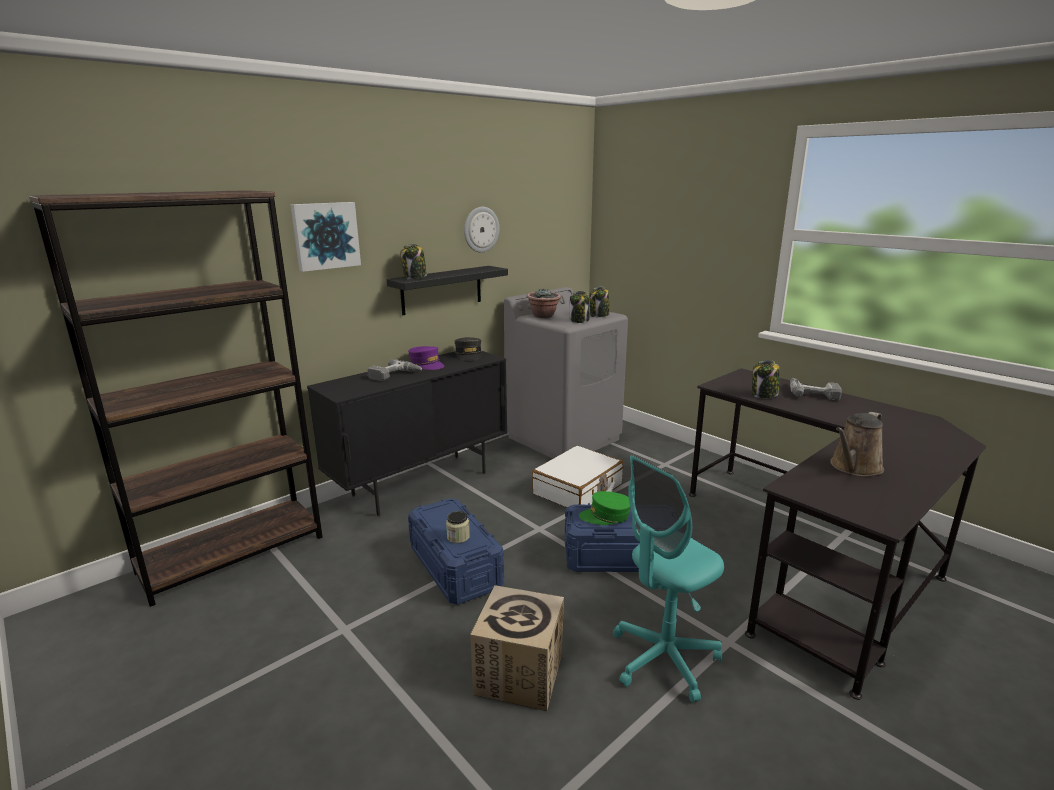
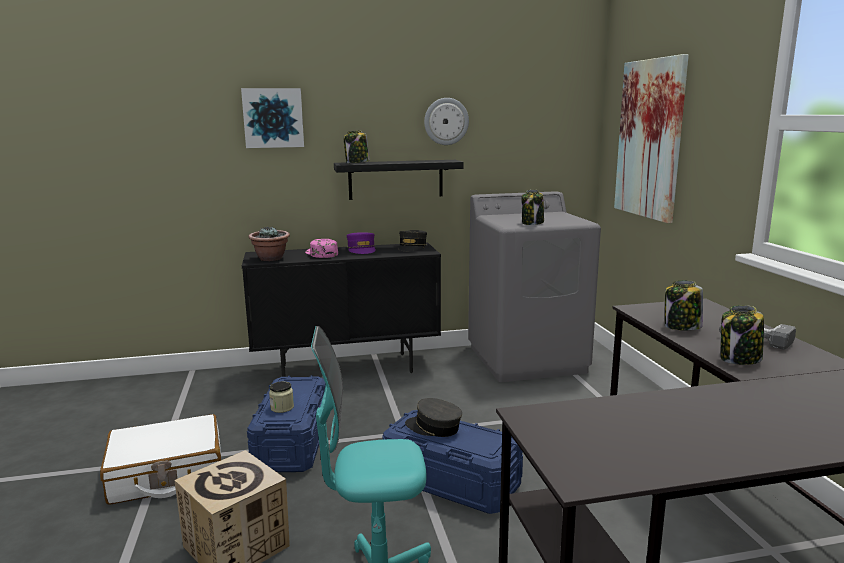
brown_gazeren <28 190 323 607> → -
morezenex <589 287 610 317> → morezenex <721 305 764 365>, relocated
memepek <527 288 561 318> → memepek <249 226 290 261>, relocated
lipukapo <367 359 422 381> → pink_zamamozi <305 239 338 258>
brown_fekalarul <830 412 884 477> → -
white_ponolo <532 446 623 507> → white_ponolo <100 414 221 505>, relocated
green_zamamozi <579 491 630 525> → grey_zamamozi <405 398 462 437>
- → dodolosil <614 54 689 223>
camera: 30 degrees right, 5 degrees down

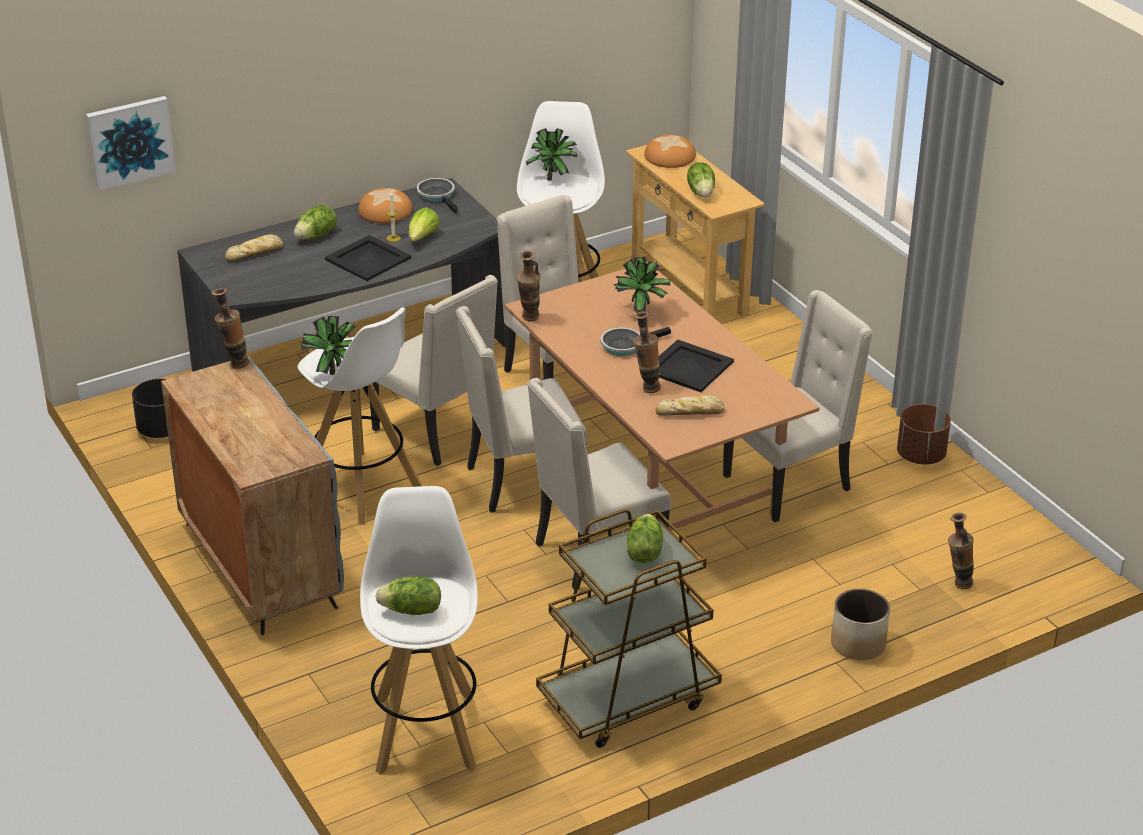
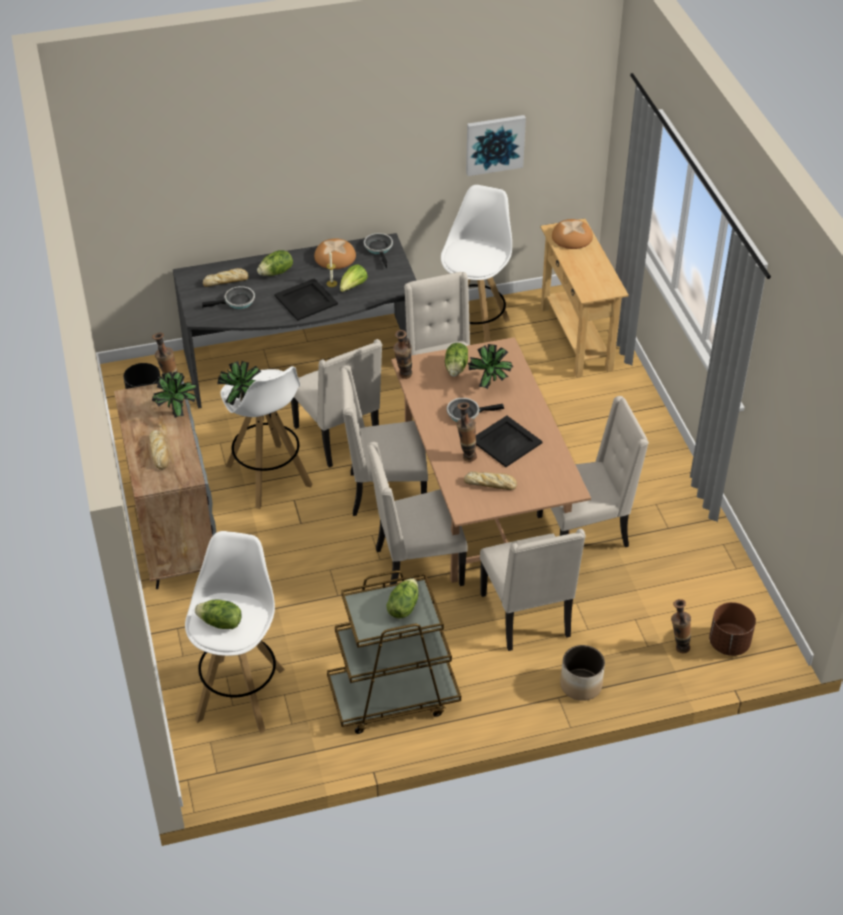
dodolosil <86 96 176 191> → dodolosil <466 115 526 176>, relocated
memepek <526 128 577 181> → memepek <152 372 197 418>, relocated
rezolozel <687 162 715 197> → rezolozel <445 343 468 377>, relocated
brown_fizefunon <897 404 951 464> → brown_fizefunon <709 602 756 656>, relocated
- → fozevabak <202 286 255 309>
- → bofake <149 430 169 470>
- → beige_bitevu <480 529 586 651>
camera: 15 degrees right, 10 degrees up

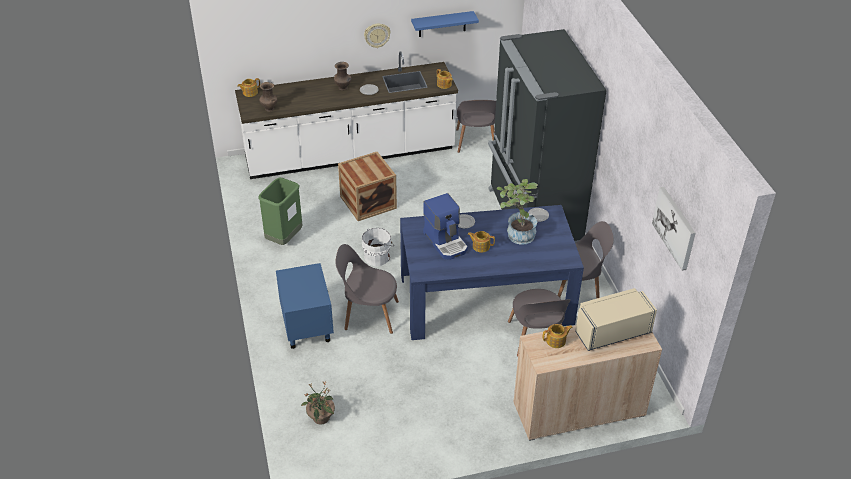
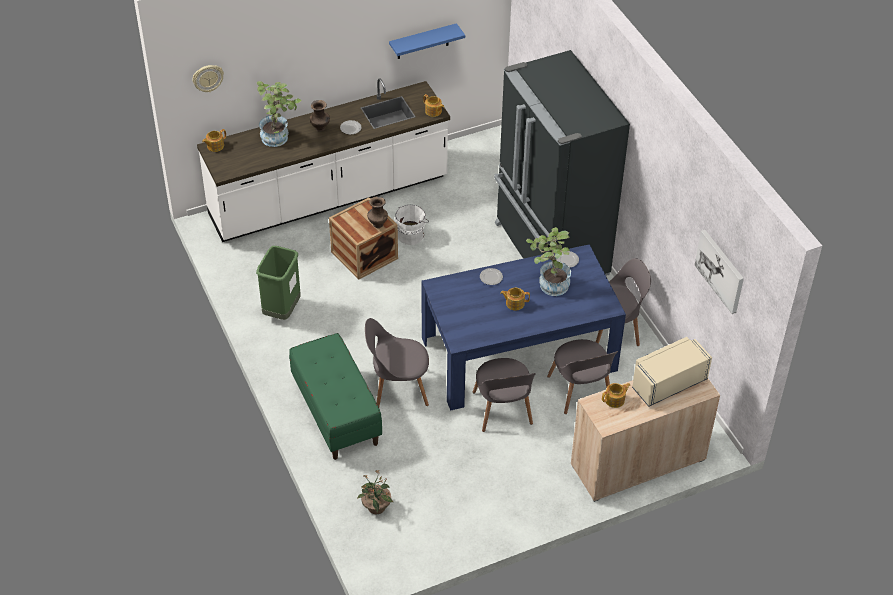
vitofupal <364 24 391 48> → vitofupal <192 65 224 92>, relocated
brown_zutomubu <259 82 277 112> → brown_zutomubu <367 197 388 228>, relocated
grey_bitevu <456 100 496 153> → grey_bitevu <473 358 536 432>, relocated
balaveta <423 193 468 260> → -
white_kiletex <362 228 394 266> → white_kiletex <395 204 429 245>, relocated
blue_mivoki <276 263 334 349> → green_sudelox <289 333 382 460>
- → memepek <257 81 302 147>
camera: 10 degrees left, 5 degrees up

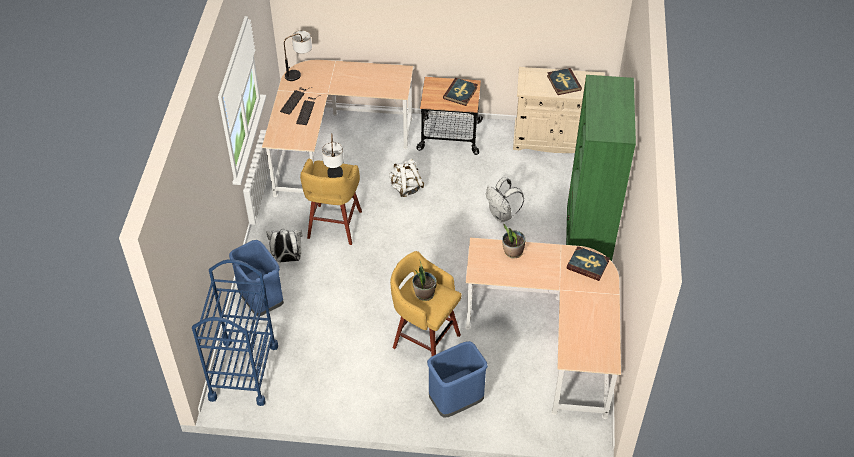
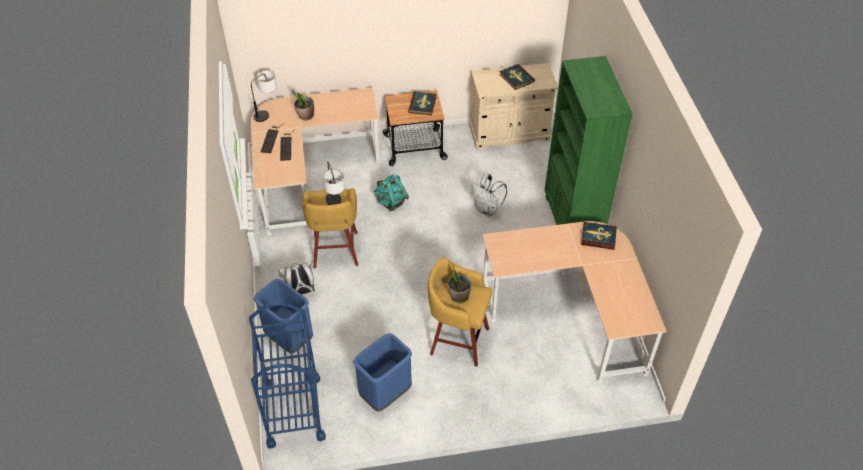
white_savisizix <389 159 424 197> → turquoise_savisizix <374 174 409 211>
memepek <502 224 525 259> → memepek <292 90 314 120>, relocated
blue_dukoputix <427 341 488 418> → blue_dukoputix <353 333 412 412>, relocated
camera: 15 degrees left, 0 degrees up

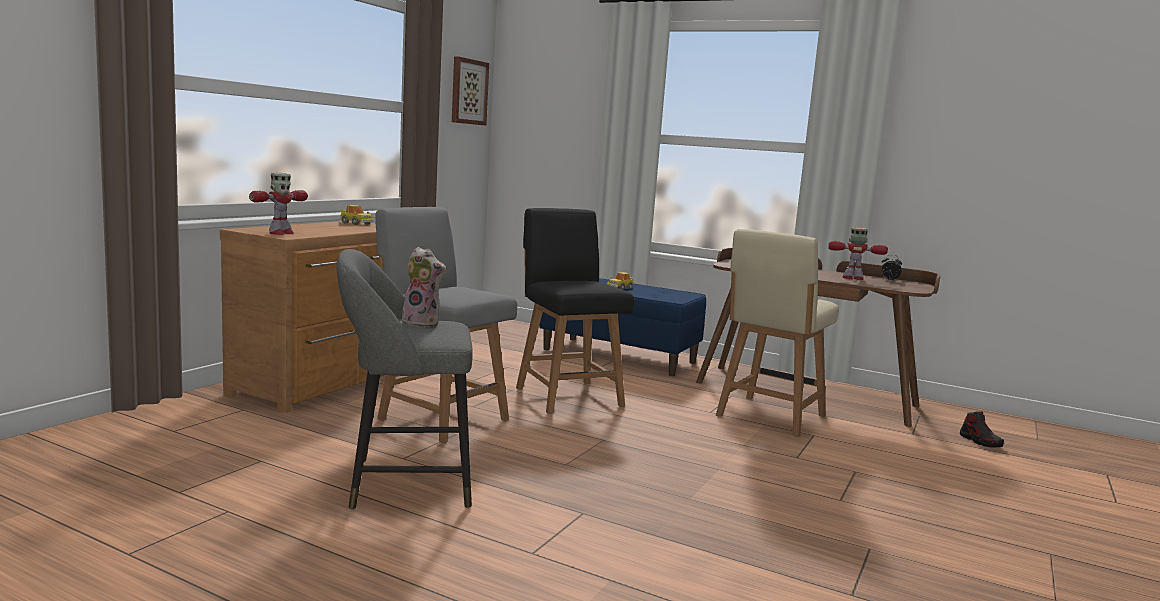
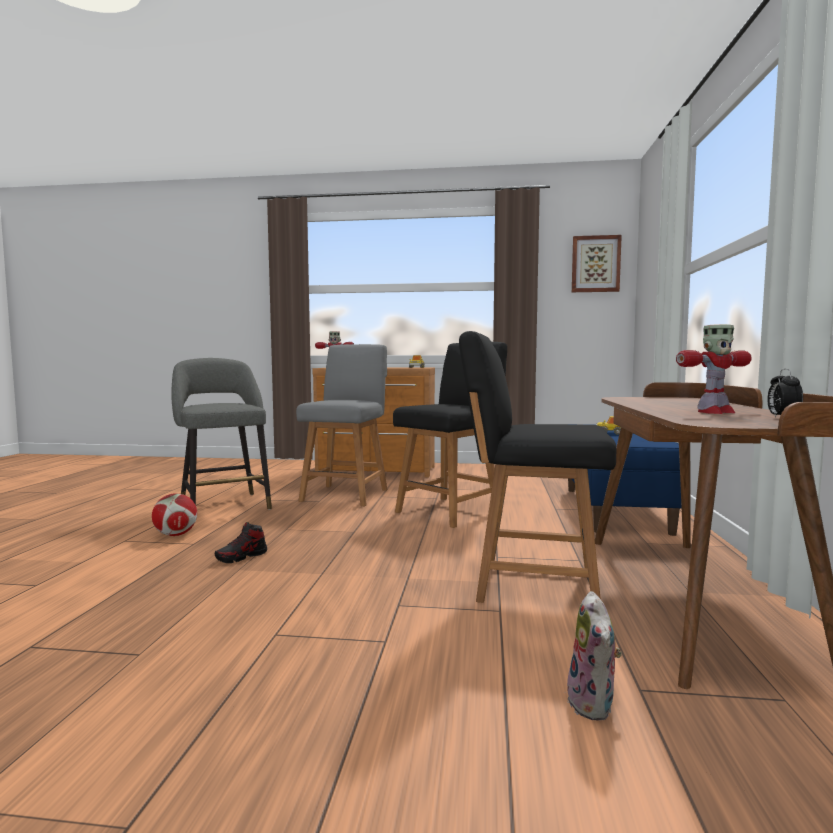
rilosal <828 227 888 280> → rilosal <676 324 752 414>, 75 degrees clockwise
beige_bitevu <716 229 839 437> → black_bitevu <459 331 616 603>
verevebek <402 247 446 327> → verevebek <567 591 622 721>, relocated
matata <960 411 1004 448> → matata <215 522 267 563>, relocated
- → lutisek <152 493 197 536>
camera: 70 degrees right, 5 degrees down

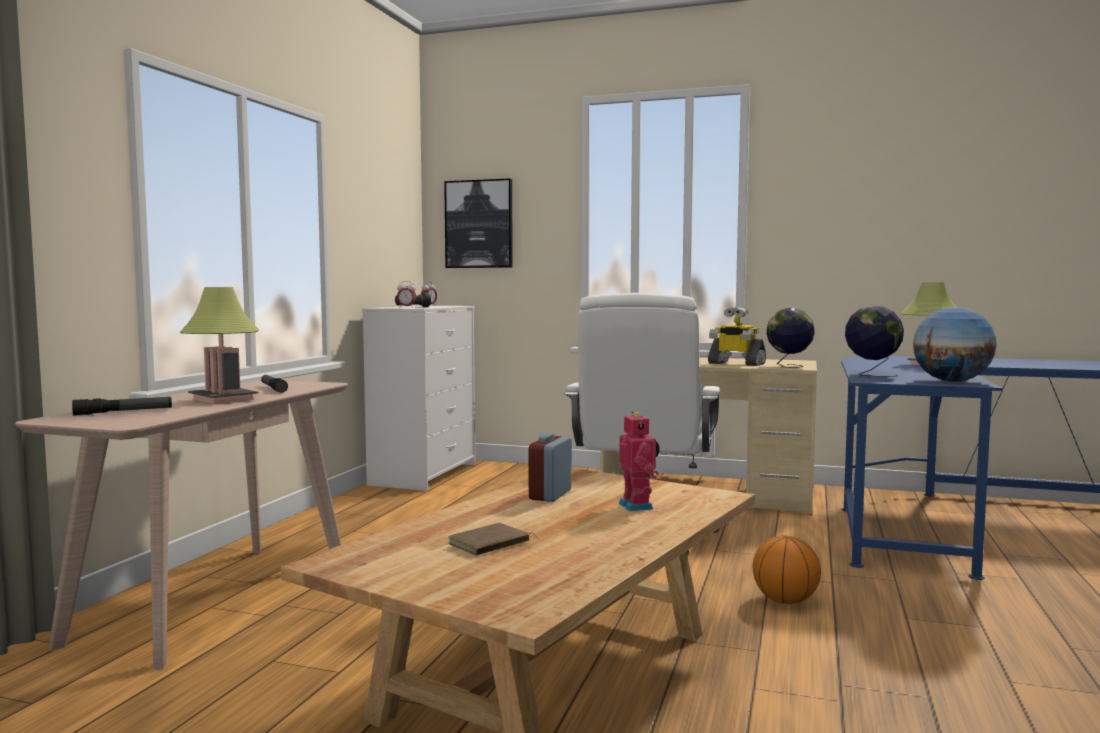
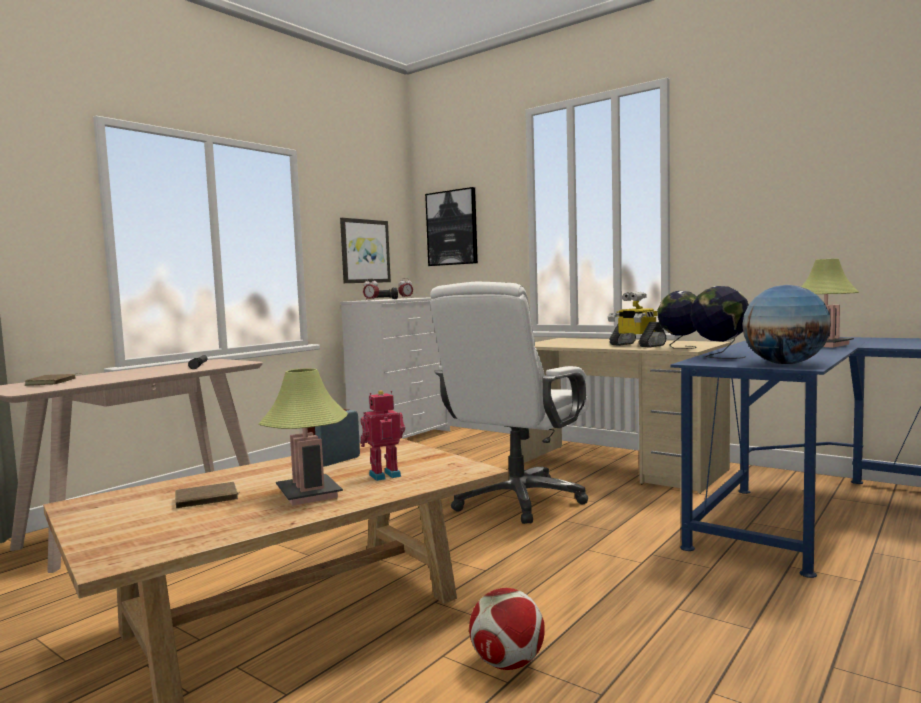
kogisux <180 287 259 404> → kogisux <259 368 348 506>, relocated
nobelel <72 397 172 416> → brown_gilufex <25 373 84 386>
rilosal <619 412 660 511> → rilosal <360 391 405 481>, 120 degrees counterclockwise
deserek <753 535 821 604> → -
- → dodolosil <340 218 391 283>
- → lutisek <469 588 545 670>
camera: 20 degrees right, 0 degrees up

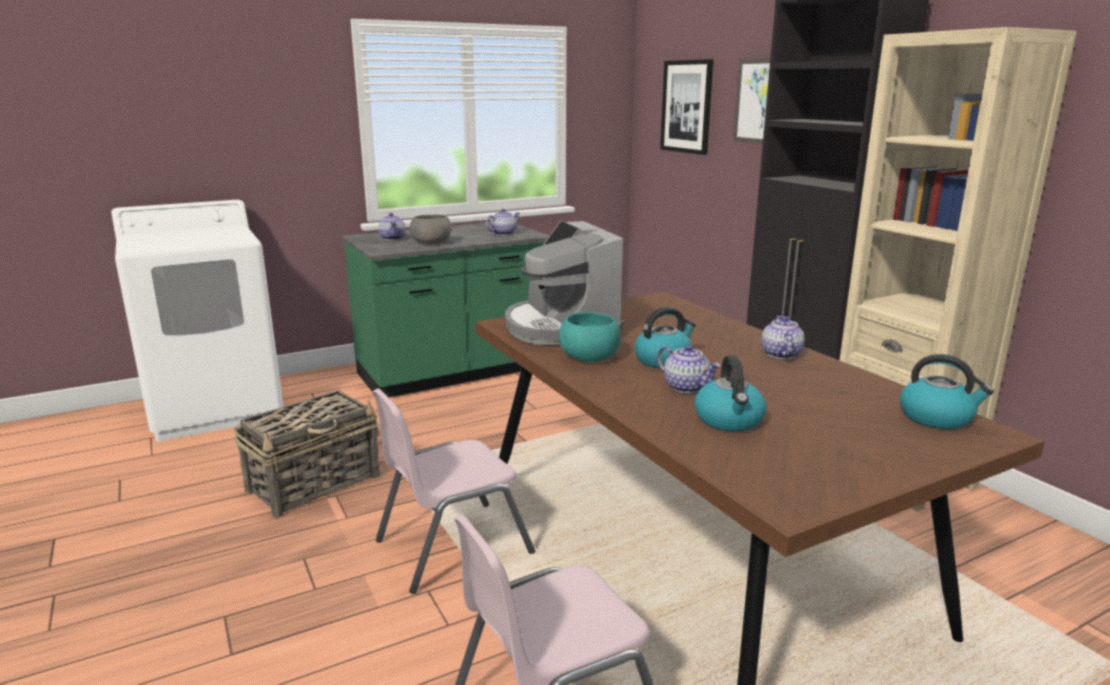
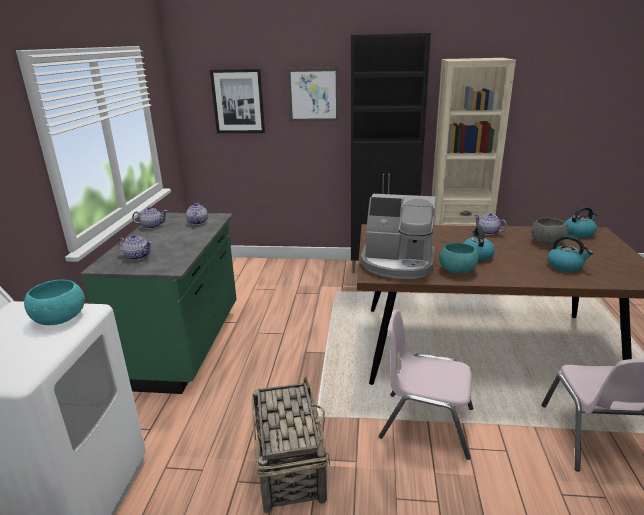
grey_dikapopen <410 214 452 244> → grey_dikapopen <531 218 568 245>, relocated
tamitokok <657 345 721 393> → tamitokok <132 207 168 229>, relocated
pink_bitevu <372 388 535 594> → pink_bitevu <379 309 473 460>, 105 degrees clockwise
- → turquoise_dikapopen <24 280 85 325>
camera: 55 degrees left, 5 degrees up

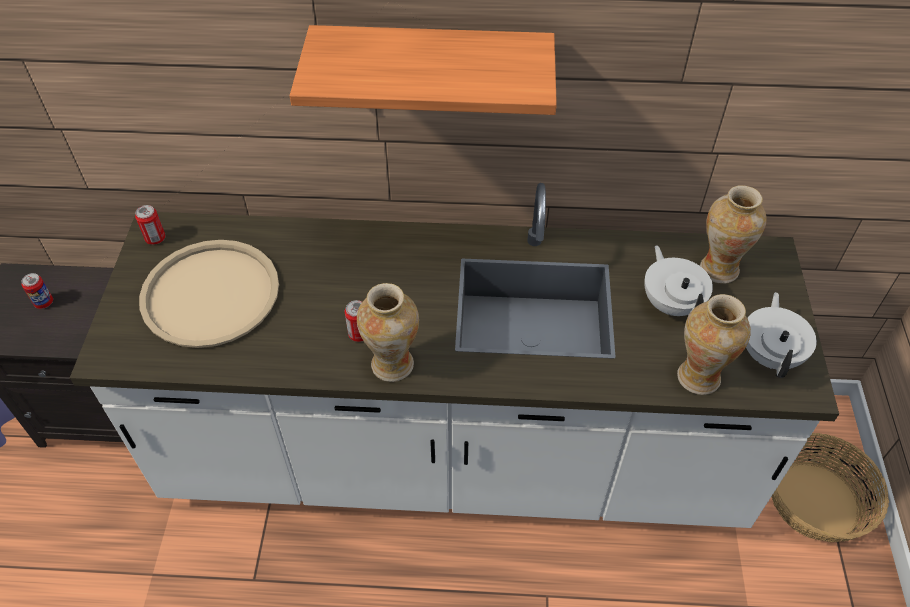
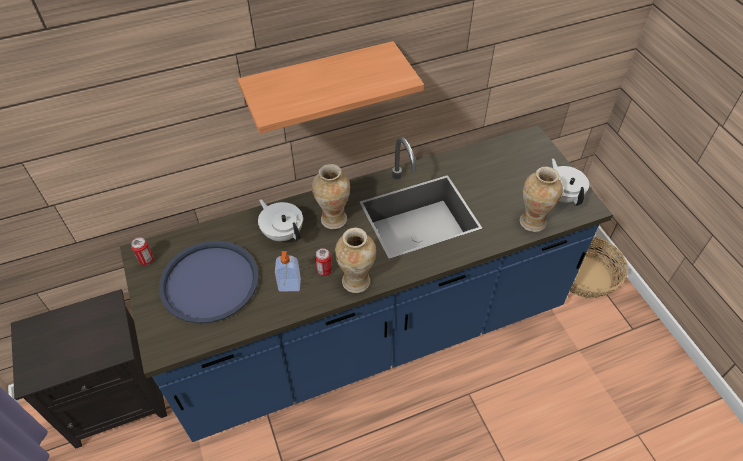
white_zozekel <70 183 839 528> → blue_zozekel <120 125 613 442>
zutomubu <700 185 767 284> → zutomubu <312 164 350 229>, relocated
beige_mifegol <139 240 279 348> → blue_mifegol <159 241 259 324>
white_tamitokok <644 245 713 316> → white_tamitokok <258 199 303 241>, relocated
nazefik <22 273 53 309> → -
- → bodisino <275 251 301 291>
camera: 25 degrees left, 0 degrees up

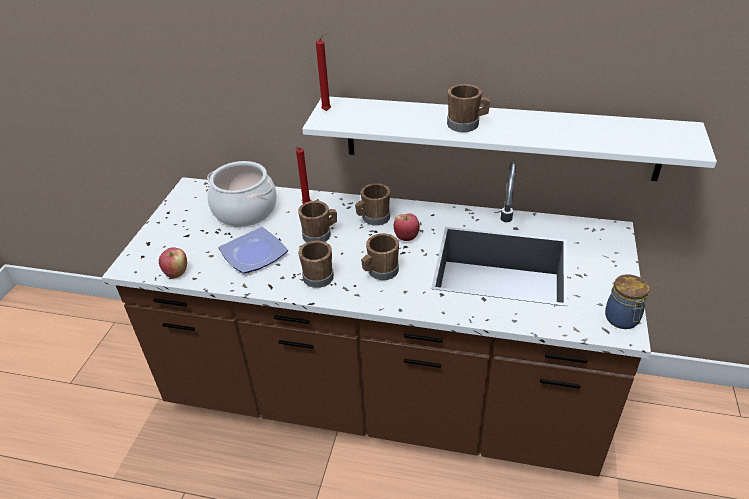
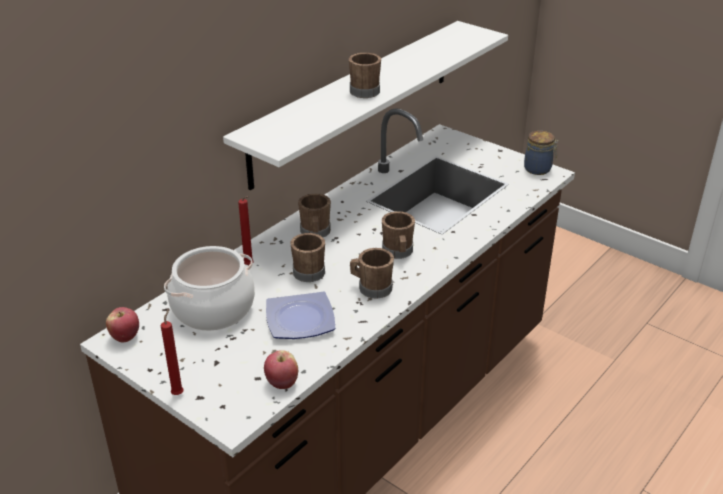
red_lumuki <316 32 331 111> → red_lumuki <161 309 184 395>, relocated
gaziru <394 213 420 241> → gaziru <106 307 139 342>, relocated
camera: 65 degrees left, 5 degrees down

